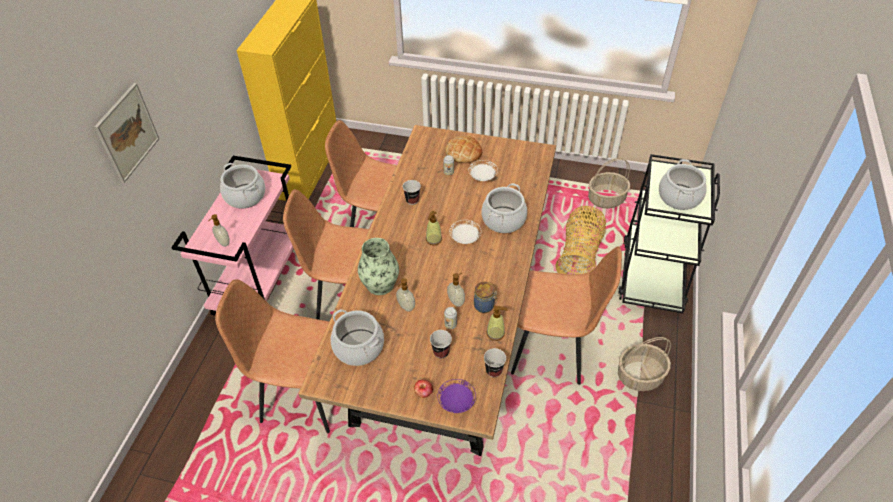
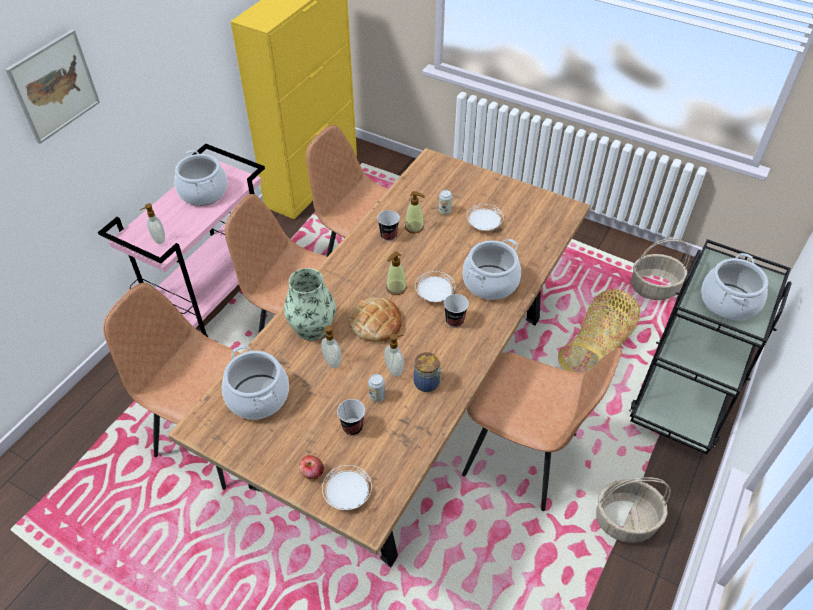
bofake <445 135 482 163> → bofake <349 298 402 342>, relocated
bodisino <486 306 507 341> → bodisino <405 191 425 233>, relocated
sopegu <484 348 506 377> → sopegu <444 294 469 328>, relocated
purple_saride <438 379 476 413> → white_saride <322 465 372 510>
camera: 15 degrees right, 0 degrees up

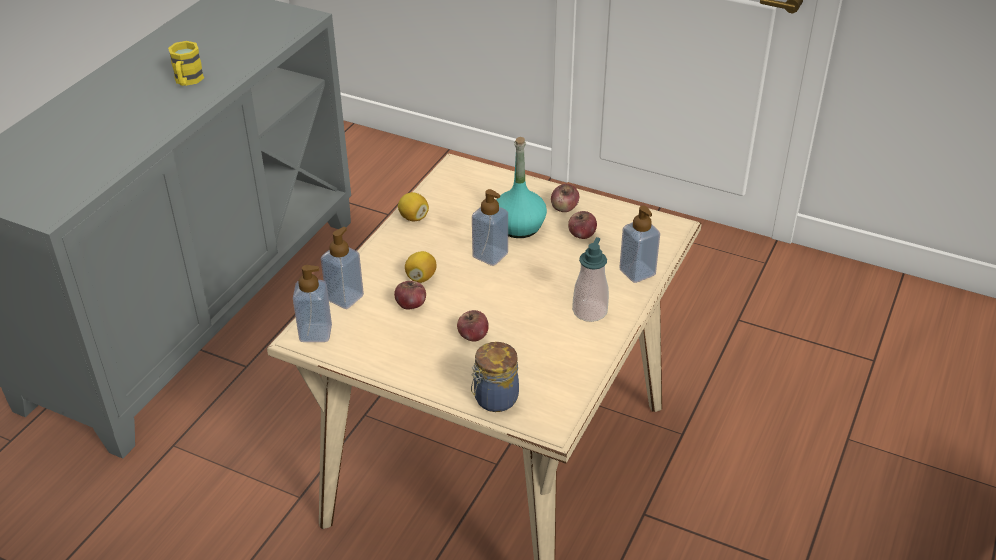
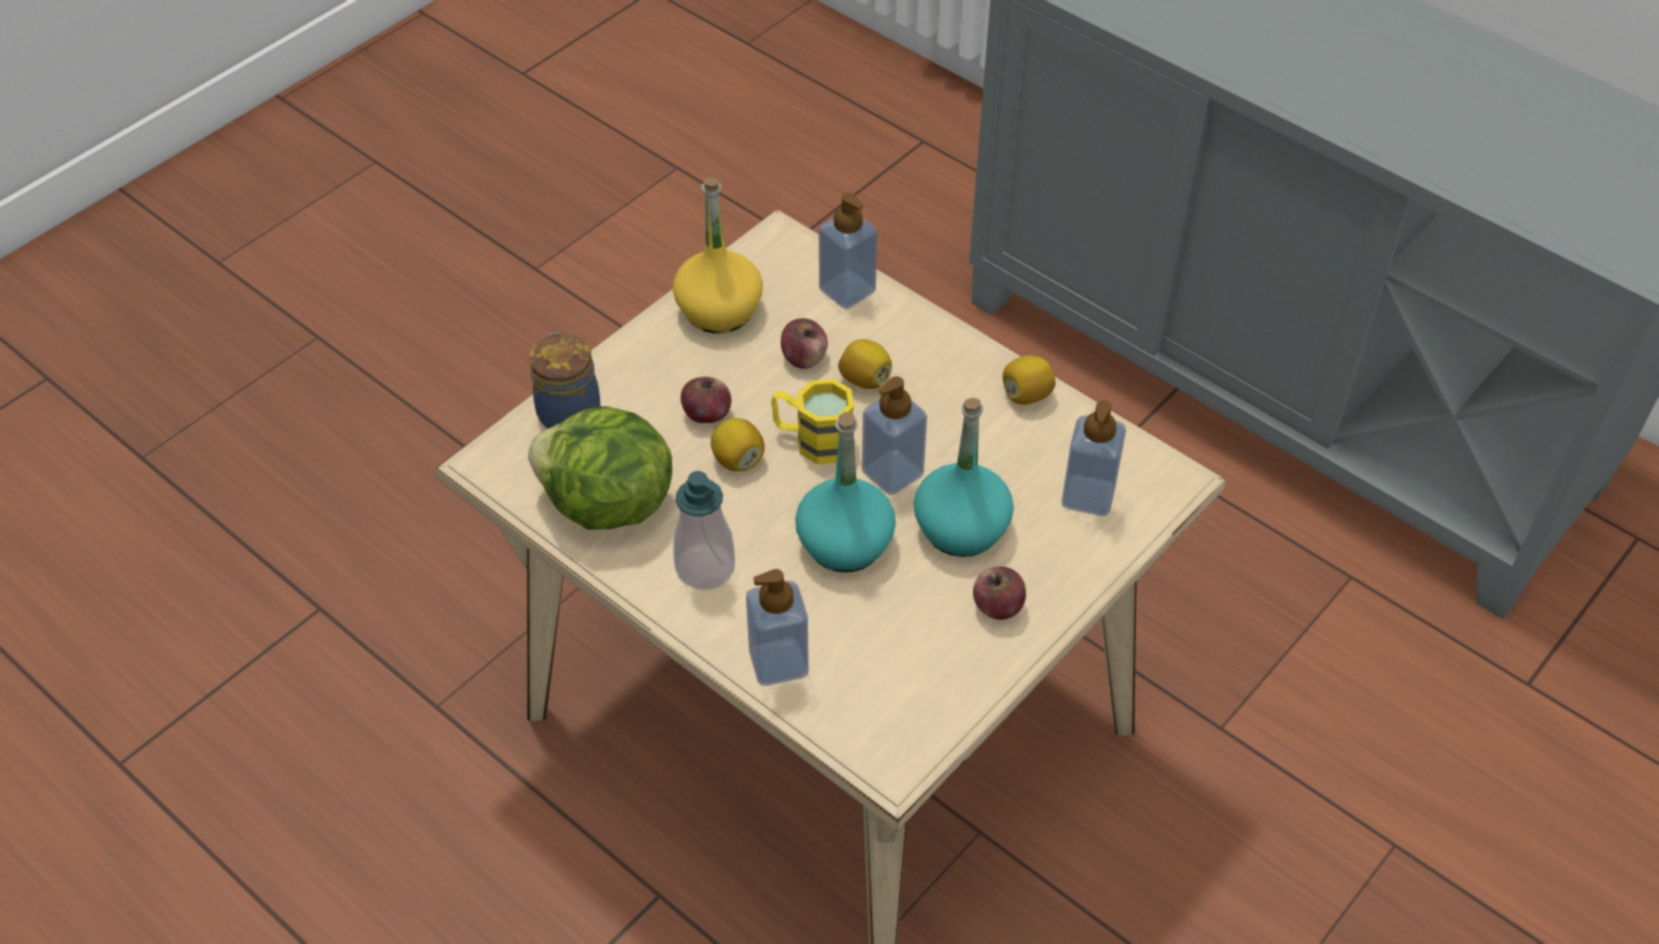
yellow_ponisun <168 41 204 86> → yellow_ponisun <771 379 854 465>, relocated
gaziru <568 211 597 239> → -
bodisino <293 265 332 342> → bodisino <1062 400 1126 516>, relocated
- → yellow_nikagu <673 177 763 333>
- → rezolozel <528 406 672 530>
- → turquoise_nikagu <795 412 896 572>
- → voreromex <711 418 765 471>
camera: 105 degrees right, 10 degrees up

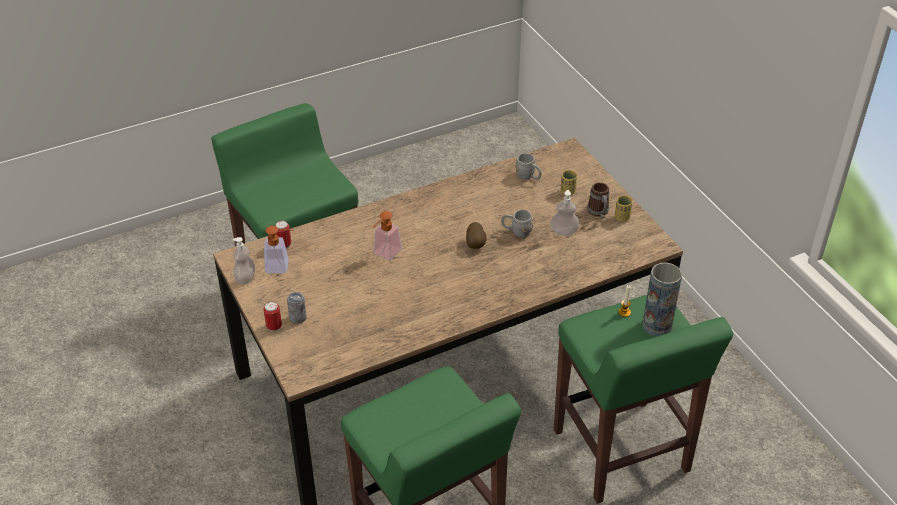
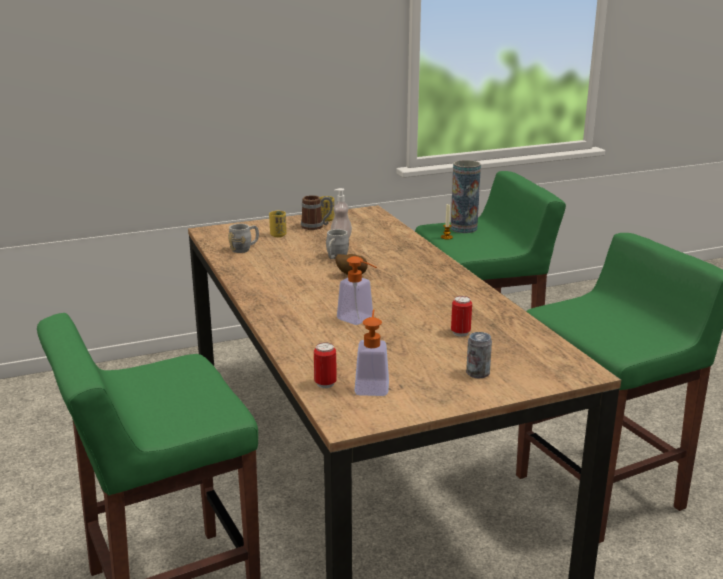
bodisino <233 237 255 284> → -
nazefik <263 302 282 331> → nazefik <451 296 472 337>, relocated
camera: 85 degrees left, 20 degrees down

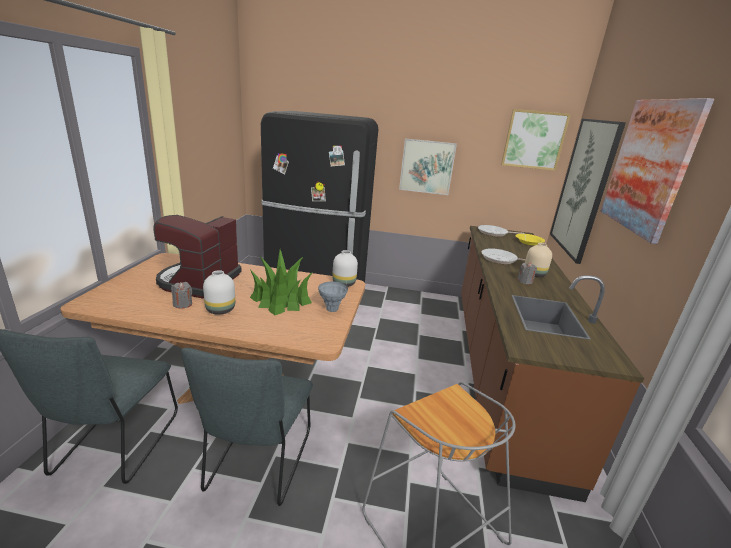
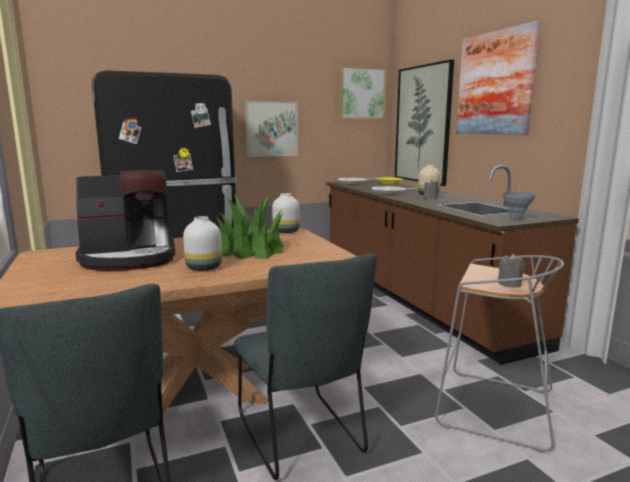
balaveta <153 215 242 298> → balaveta <75 170 175 271>, 90 degrees counterclockwise
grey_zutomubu <318 281 348 312> → grey_zutomubu <503 192 535 220>, relocated
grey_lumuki <171 282 192 308> → grey_lumuki <498 254 525 287>, relocated
camera: 30 degrees left, 10 degrees down

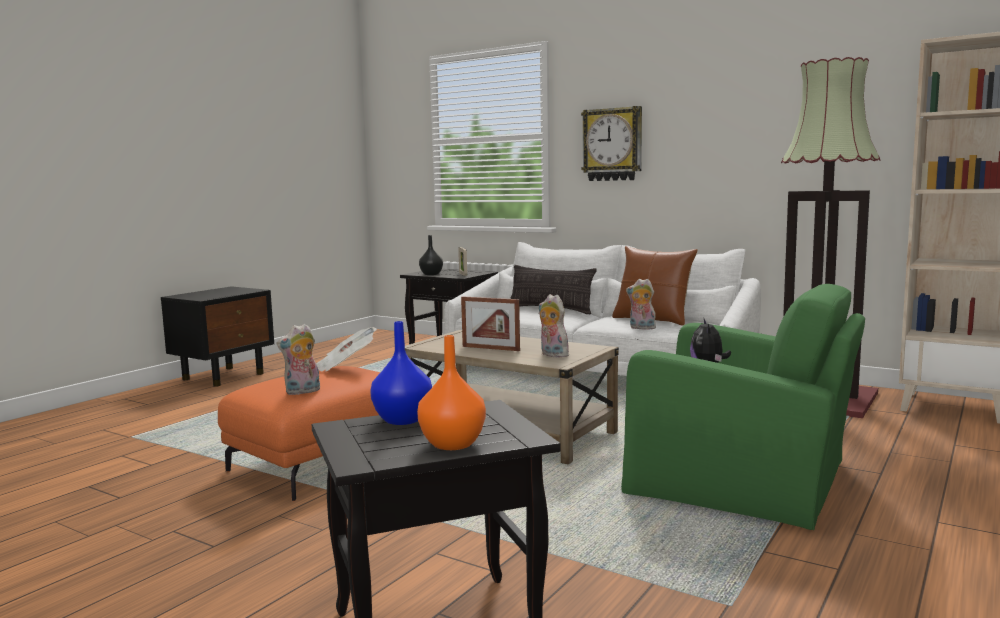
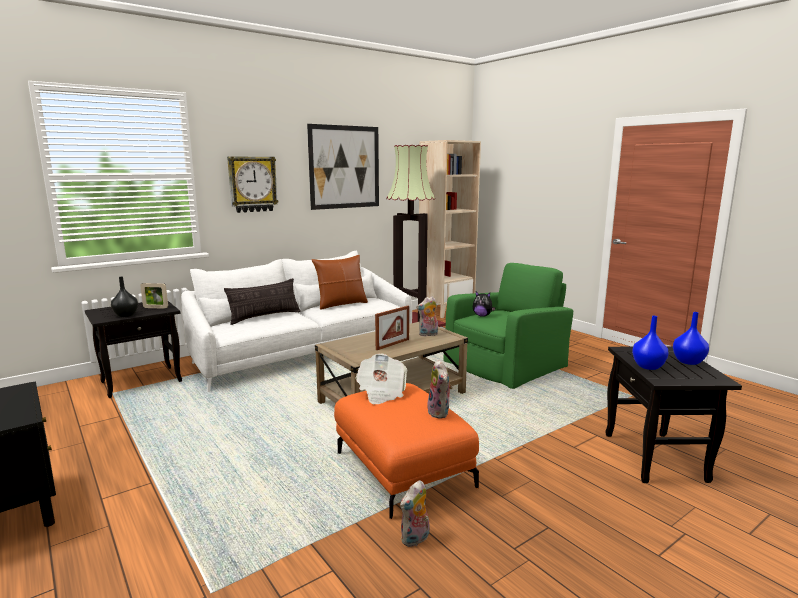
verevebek <626 279 656 330> → verevebek <400 480 430 547>, relocated
orange_zutomubu <417 335 486 450> → blue_zutomubu <673 312 709 365>
- → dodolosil <307 124 379 210>
camera: 70 degrees left, 5 degrees up

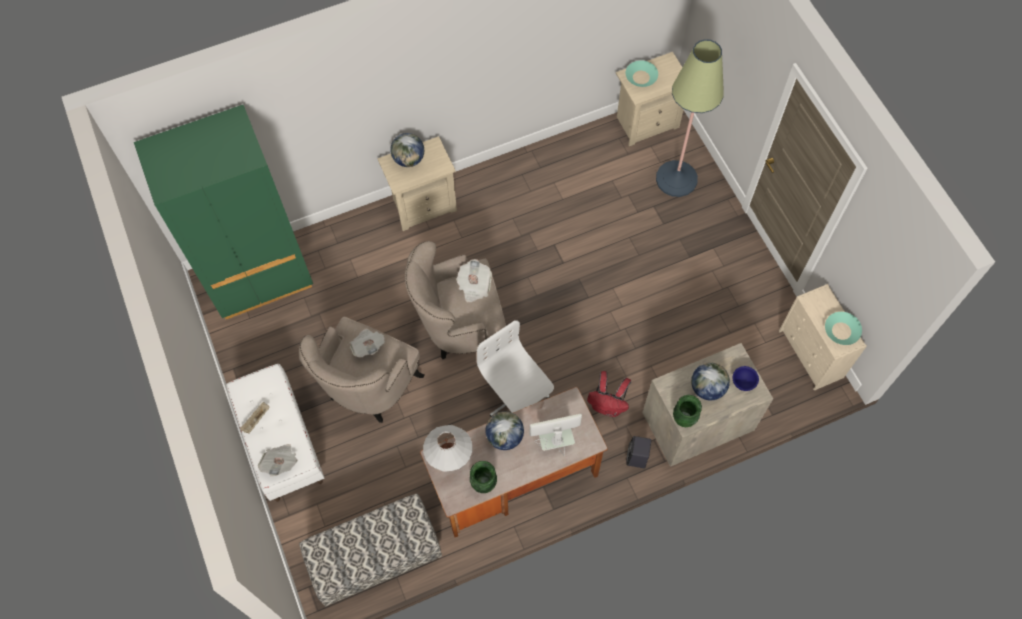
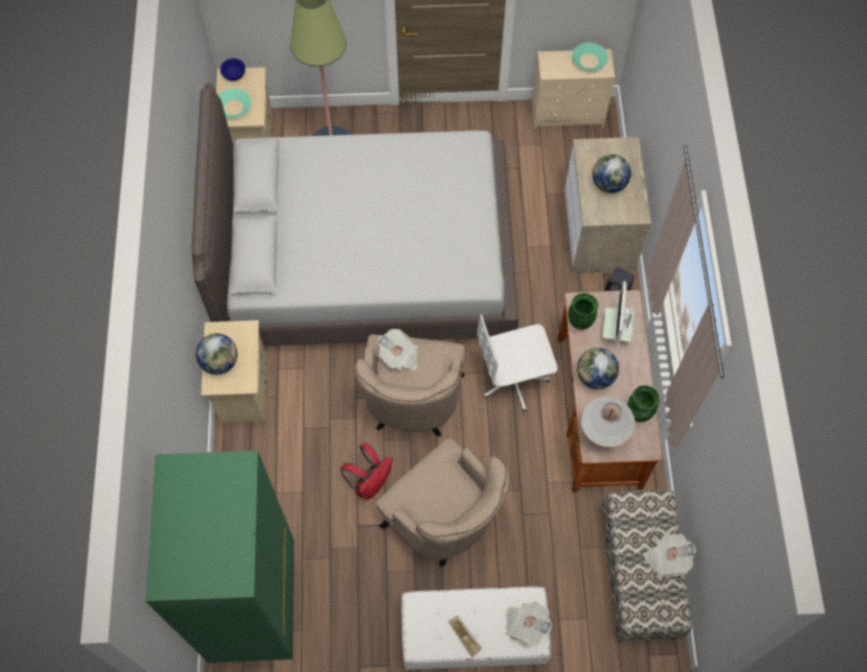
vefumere <350 328 385 358> → vefumere <644 534 696 578>, relocated
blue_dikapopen <733 366 759 391> → blue_dikapopen <220 58 245 81>, relocated
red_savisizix <587 371 631 417> → red_savisizix <340 443 393 500>, relocated
green_zutomubu <673 395 702 427> → green_zutomubu <568 293 598 330>, relocated
- → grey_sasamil <191 83 519 346>
camera: 70 degrees left, 0 degrees up

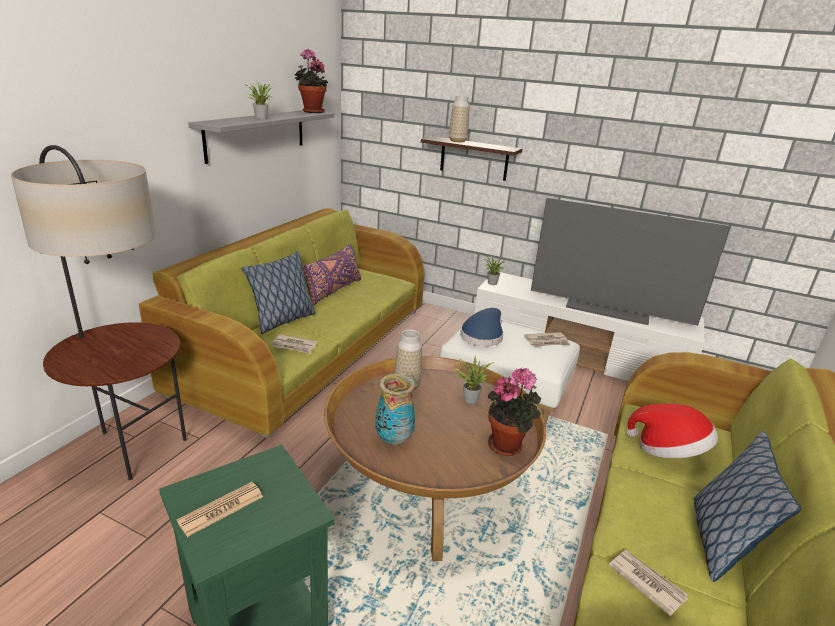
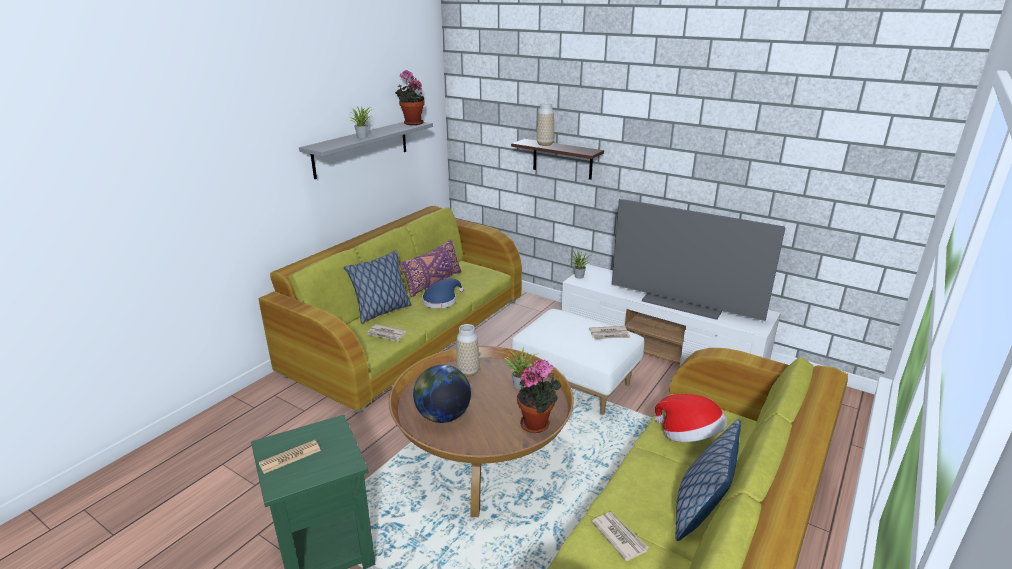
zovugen <11 145 187 480> → -
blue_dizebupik <460 308 503 346> → blue_dizebupik <422 279 464 309>, relocated
zutomubu <375 374 415 445> → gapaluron <413 365 471 423>
camera: 10 degrees right, 0 degrees up

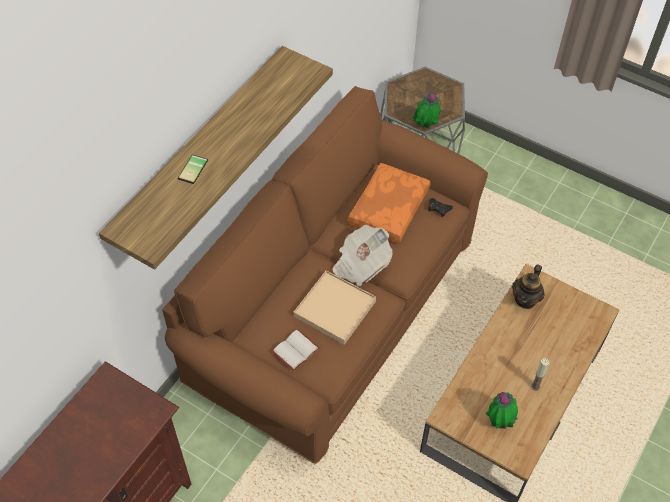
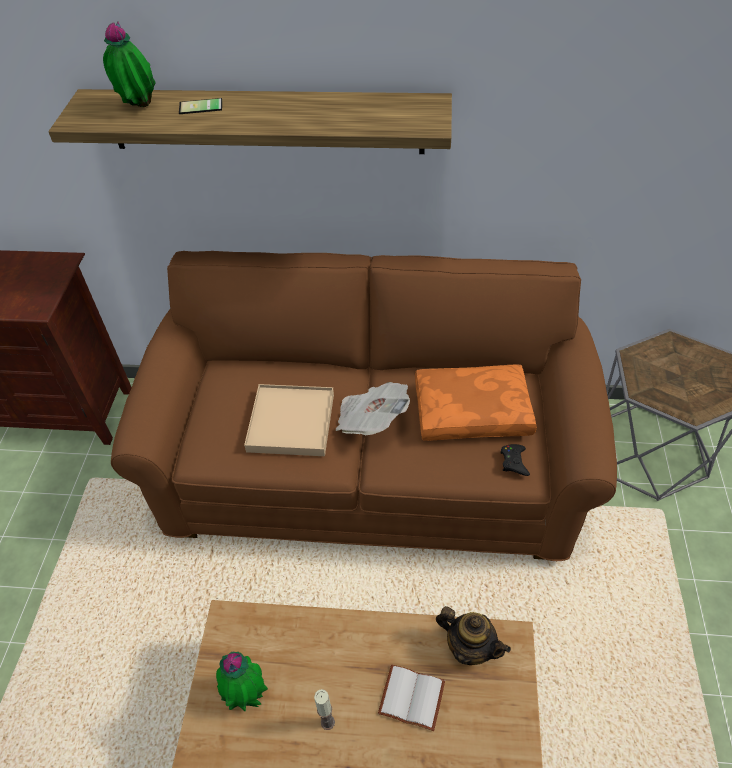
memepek <412 93 441 128> → memepek <103 22 156 107>, relocated
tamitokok <512 264 545 309> → tamitokok <436 606 511 665>, 150 degrees counterclockwise
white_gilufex <271 329 320 371> → white_gilufex <378 665 445 731>, relocated
camera: 65 degrees right, 5 degrees down

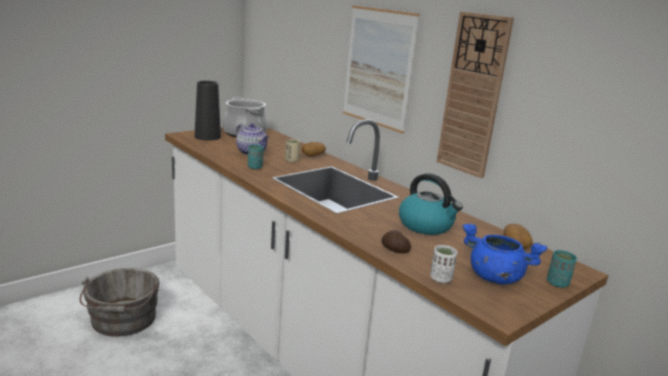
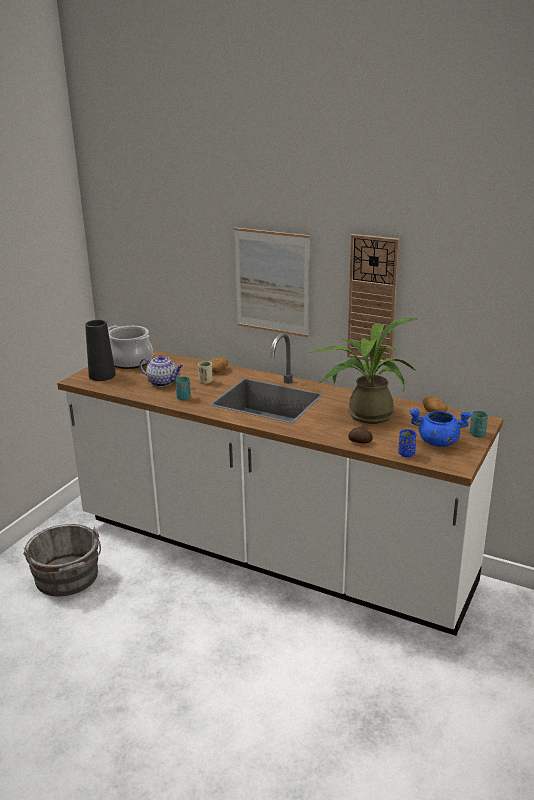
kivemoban <399 173 463 235> → memepek <311 318 418 424>
white_sopegu <430 245 457 283> → blue_sopegu <398 429 416 457>
camera: 20 degrees left, 5 degrees up

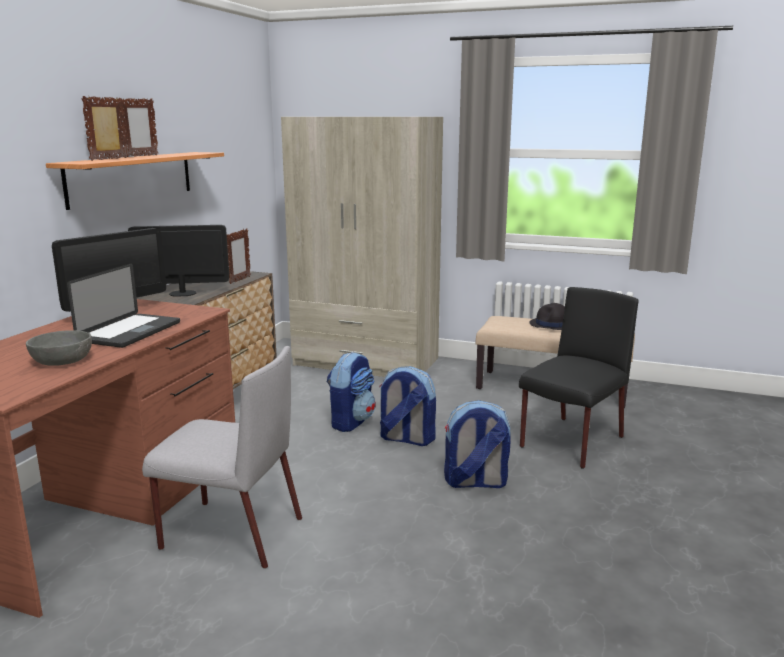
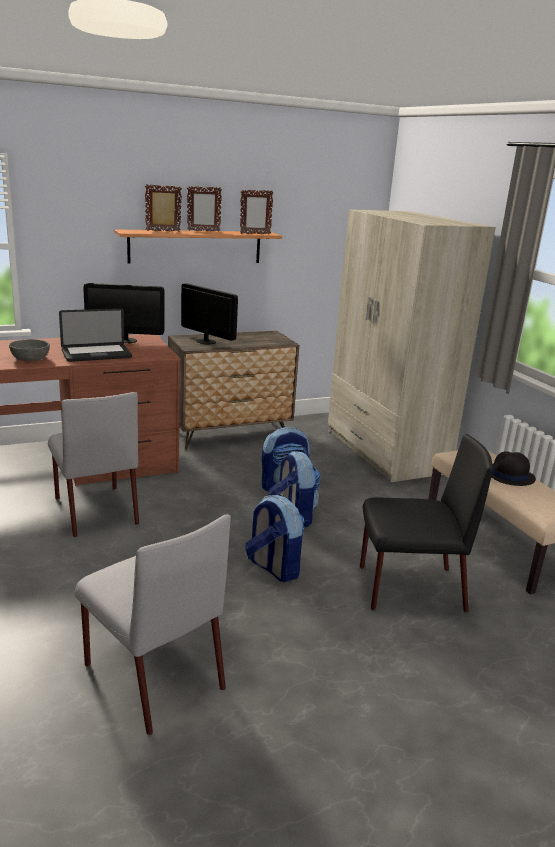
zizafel <227 228 251 284> → zizafel <240 189 274 234>, relocated
- → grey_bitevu <75 514 231 735>
camera: 45 degrees right, 5 degrees up

